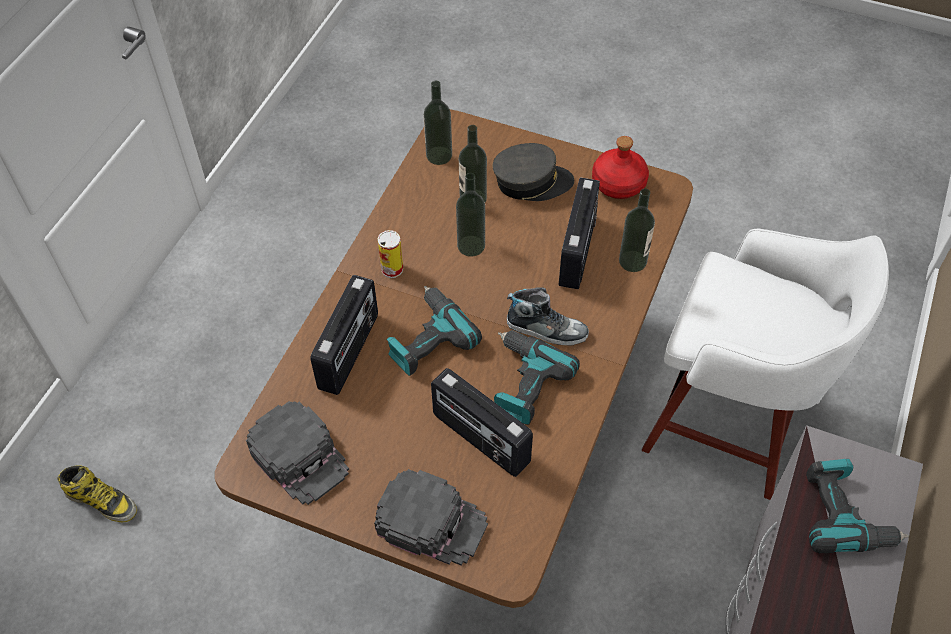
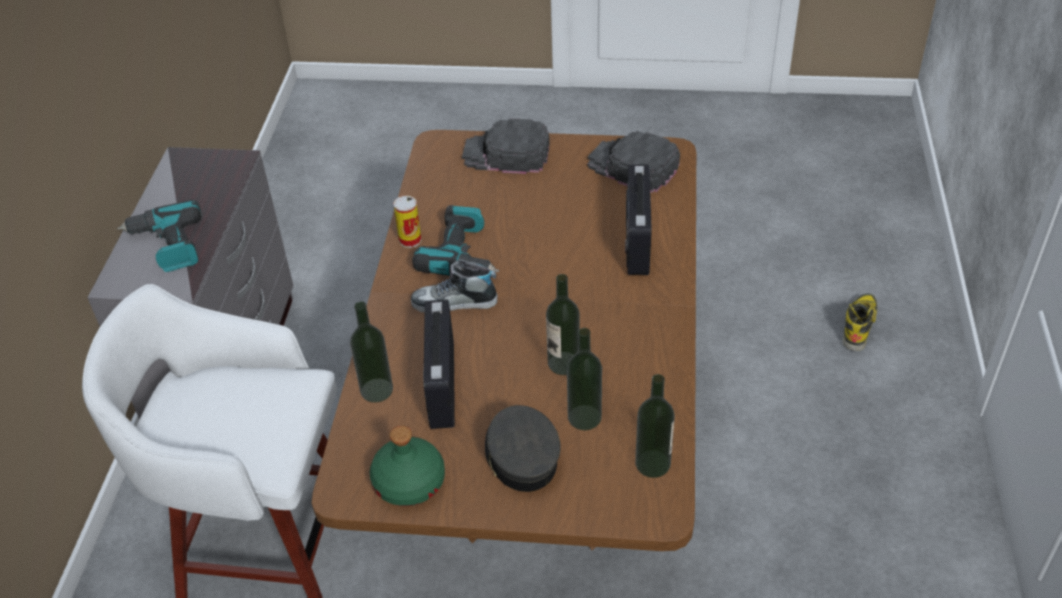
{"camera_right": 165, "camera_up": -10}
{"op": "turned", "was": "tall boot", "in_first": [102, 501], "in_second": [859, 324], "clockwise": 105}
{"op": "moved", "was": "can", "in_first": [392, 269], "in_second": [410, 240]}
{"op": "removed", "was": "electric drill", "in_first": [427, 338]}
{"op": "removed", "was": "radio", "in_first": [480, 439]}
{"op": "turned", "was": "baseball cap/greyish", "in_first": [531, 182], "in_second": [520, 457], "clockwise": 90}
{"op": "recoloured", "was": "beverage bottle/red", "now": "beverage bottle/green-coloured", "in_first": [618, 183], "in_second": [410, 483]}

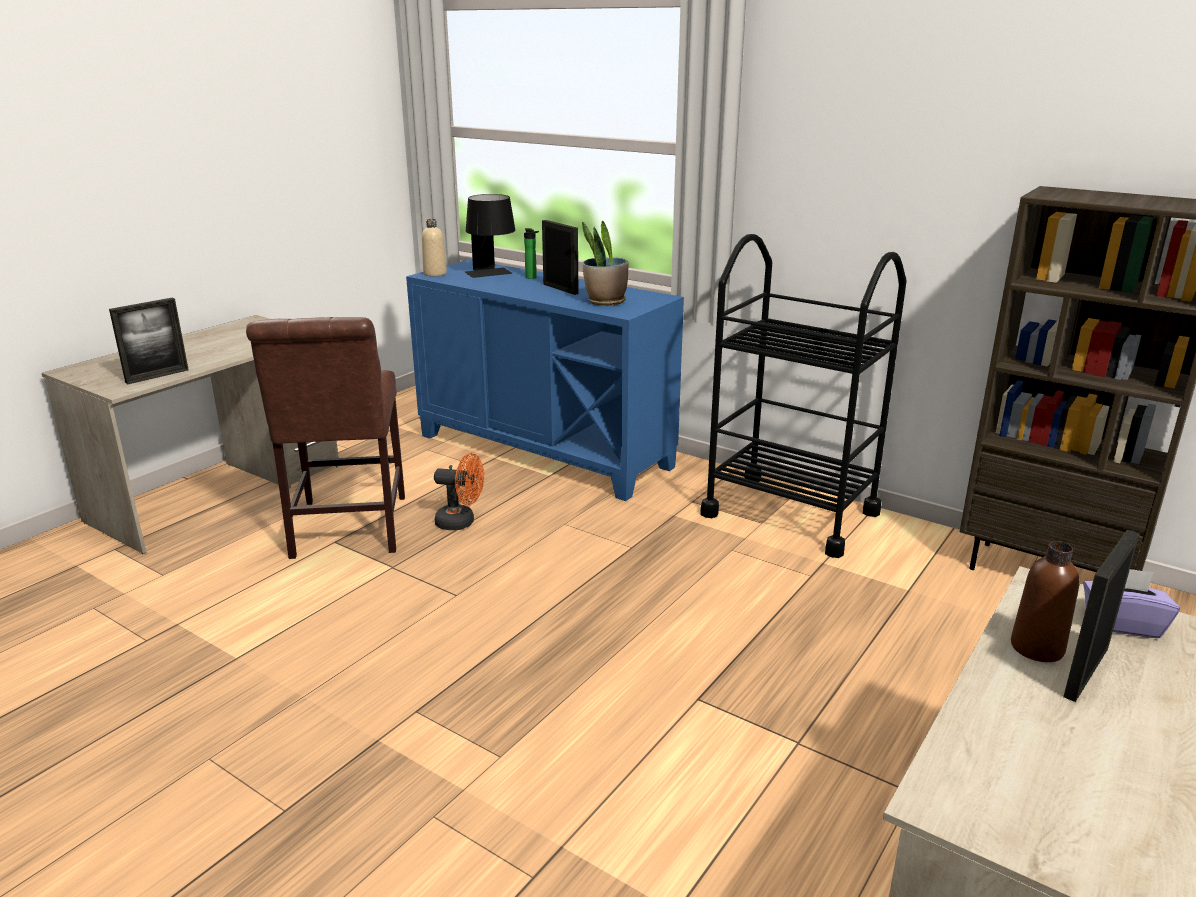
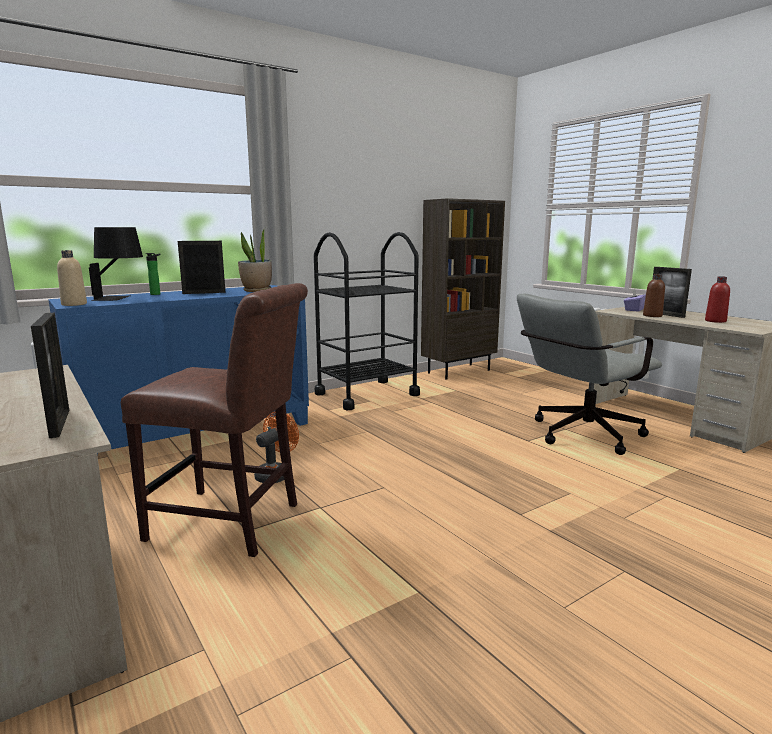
{"camera_right": -70, "camera_up": -10}
{"op": "added", "now": "computer chair/greyish", "in_second": [579, 435]}
{"op": "added", "now": "beverage bottle/red", "in_second": [715, 321]}

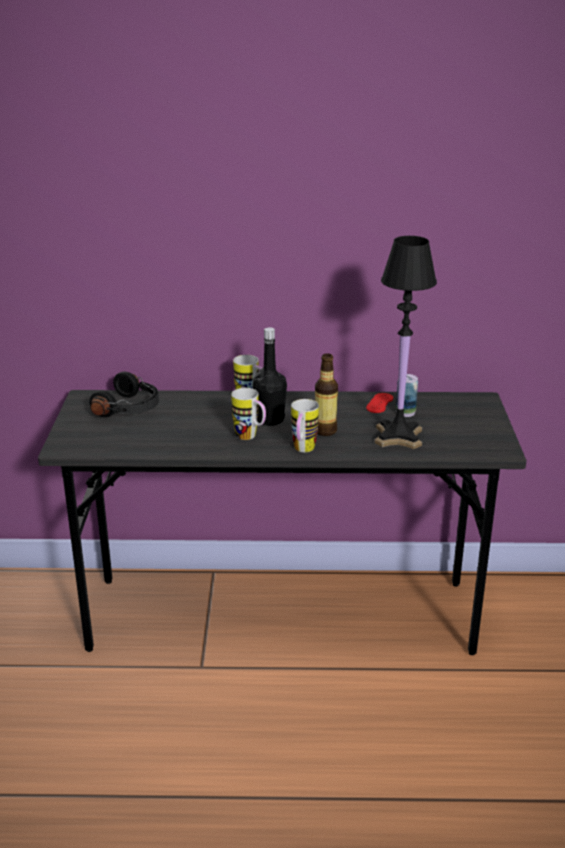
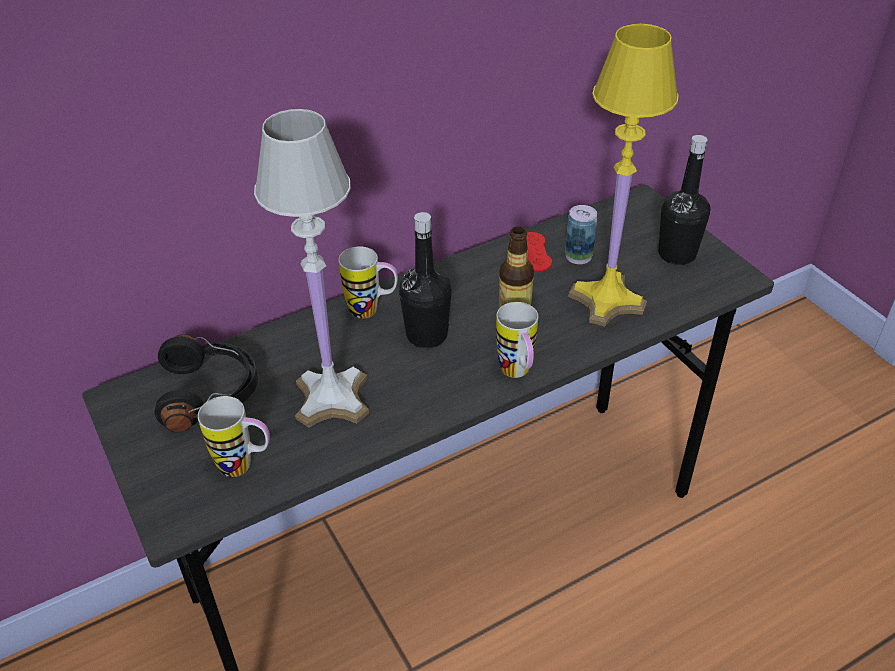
{"camera_right": -30, "camera_up": 15}
{"op": "moved", "was": "mug", "in_first": [250, 437], "in_second": [245, 466]}
{"op": "recoloured", "was": "tabletop lamp/blackish", "now": "tabletop lamp/yellow-coloured", "in_first": [399, 436], "in_second": [608, 300]}
{"op": "added", "now": "tabletop lamp/white", "in_second": [332, 397]}
{"op": "added", "now": "beverage bottle/blackish", "in_second": [677, 254]}

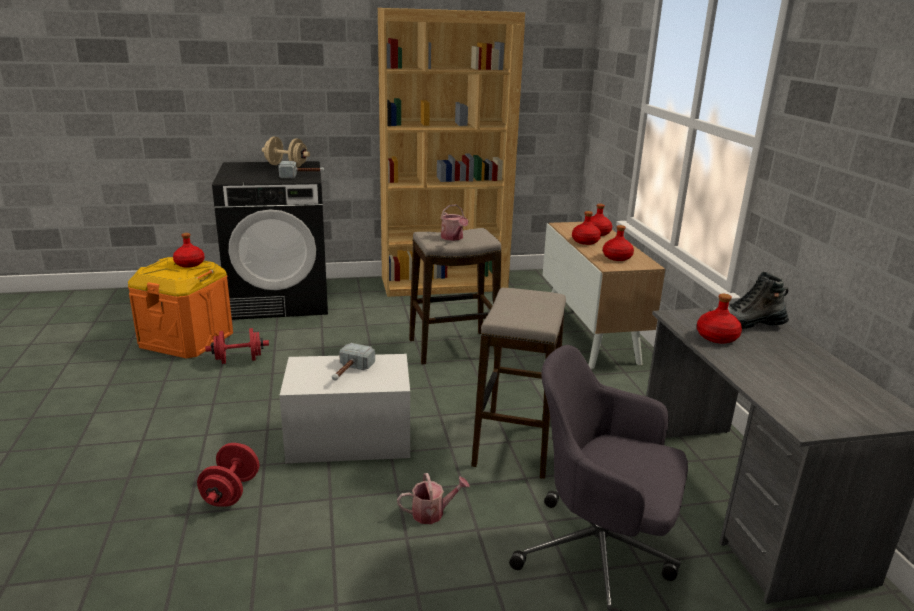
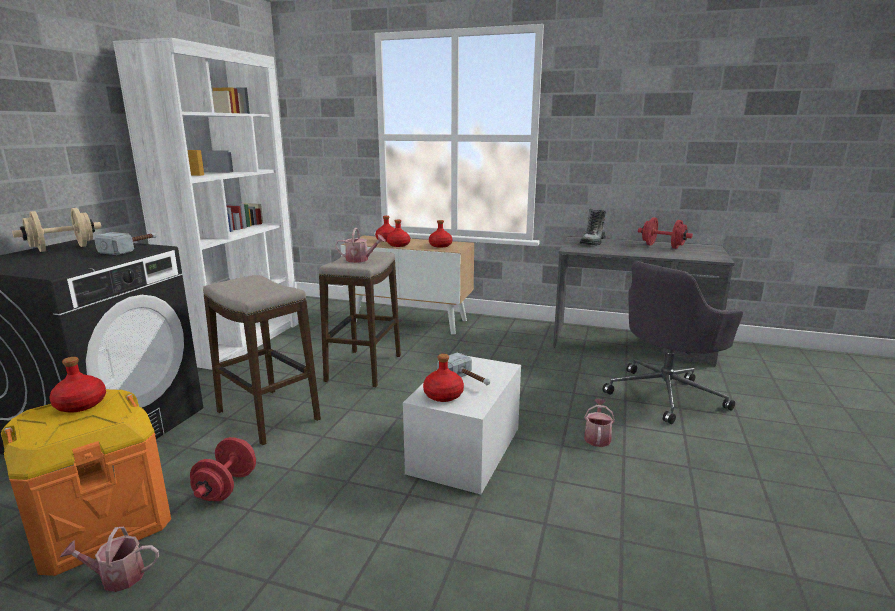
{"camera_right": -60, "camera_up": -5}
{"op": "moved", "was": "hand weight/red", "in_first": [231, 492], "in_second": [662, 246]}
{"op": "recoloured", "was": "bookcase/brown-coloured", "now": "bookcase/white", "in_first": [444, 284], "in_second": [240, 341]}
{"op": "moved", "was": "stool", "in_first": [516, 443], "in_second": [268, 416]}
{"op": "moved", "was": "beverage bottle/red", "in_first": [717, 337], "in_second": [443, 395]}
{"op": "added", "now": "watering can", "in_second": [117, 577]}

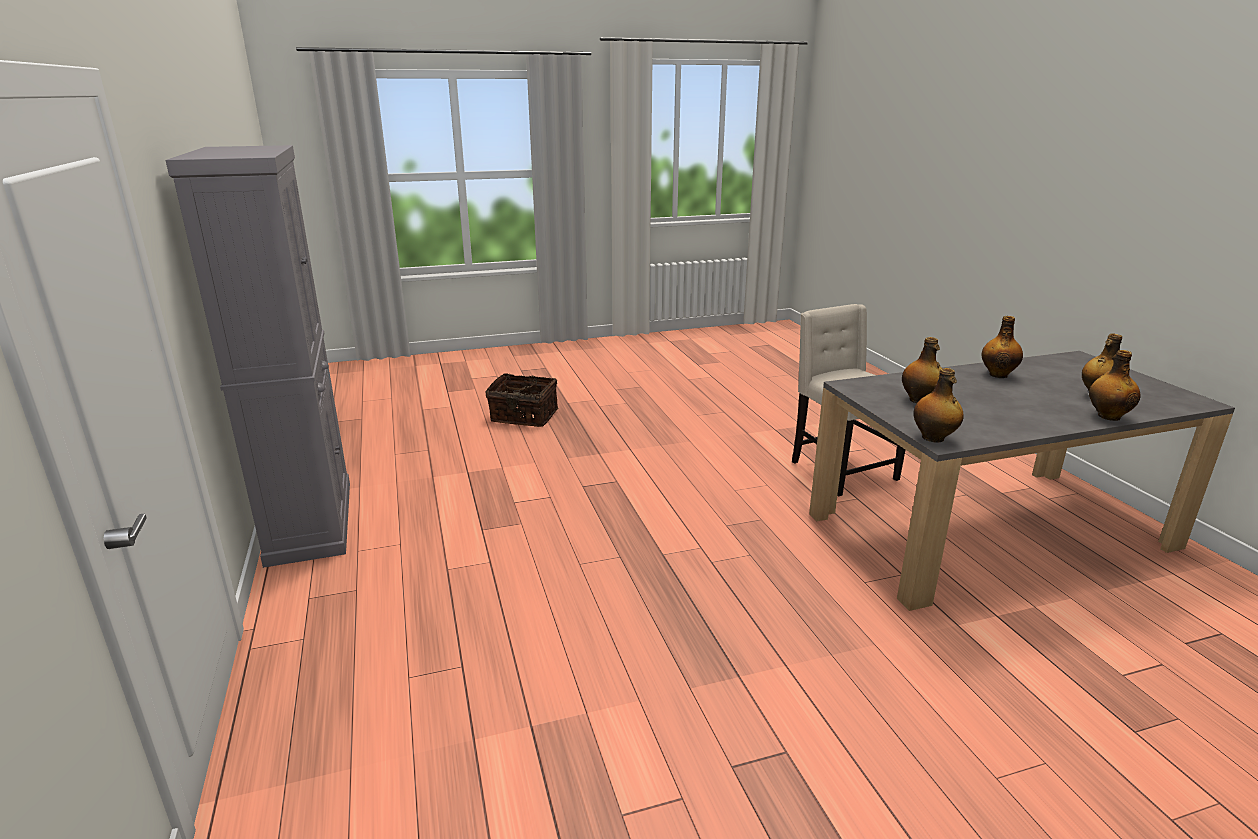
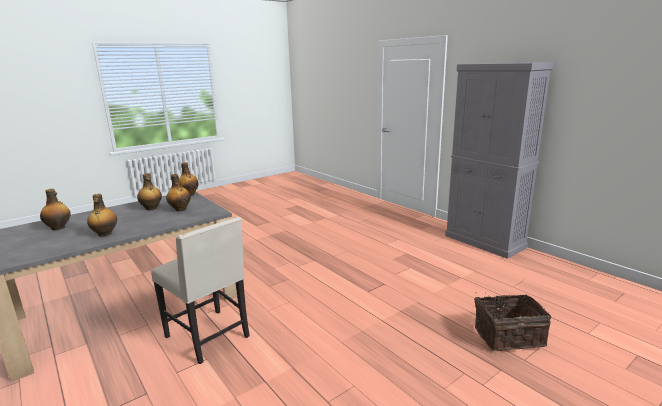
{"camera_right": 160, "camera_up": -5}
{"op": "moved", "was": "beverage bottle", "in_first": [1108, 416], "in_second": [151, 208]}

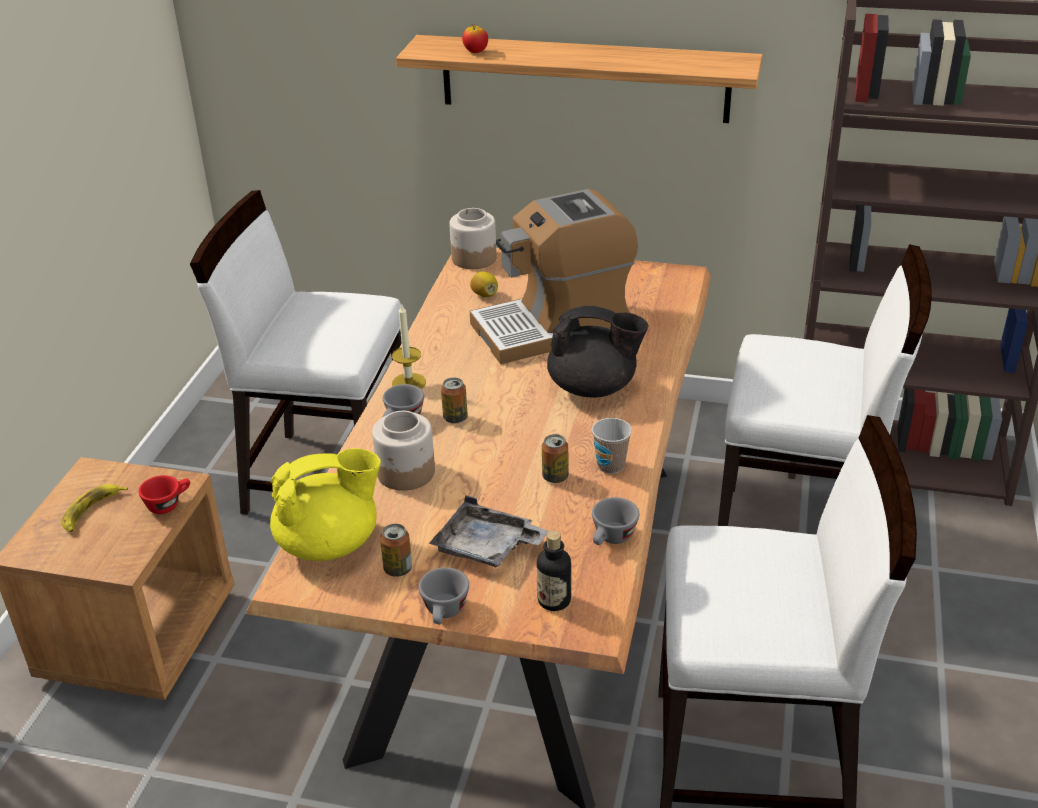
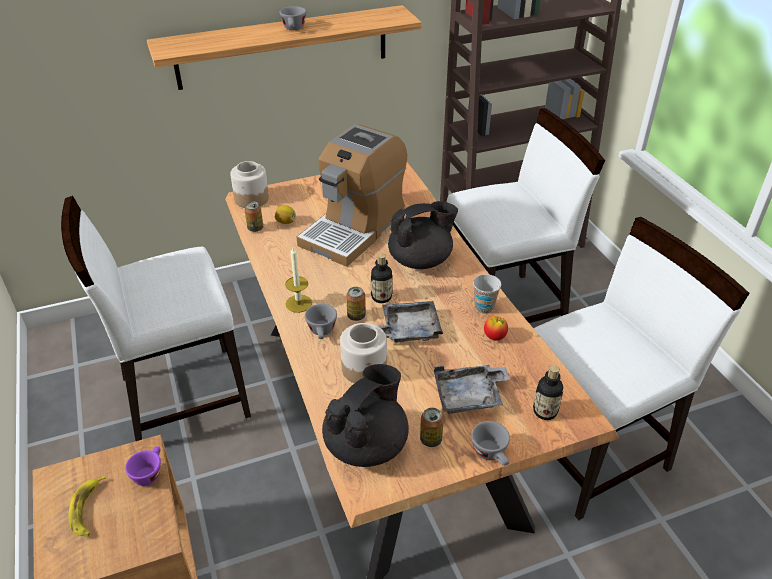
{"camera_right": -35, "camera_up": 5}
{"op": "recoloured", "was": "cup/red", "now": "cup/purple-coloured", "in_first": [168, 504], "in_second": [149, 472]}
{"op": "recoloured", "was": "pot for tea/yellow-coloured", "now": "pot for tea/blackish", "in_first": [330, 543], "in_second": [367, 444]}
{"op": "moved", "was": "apple fruit", "in_first": [475, 52], "in_second": [494, 337]}
{"op": "moved", "was": "can", "in_first": [555, 477], "in_second": [255, 228]}
{"op": "moved", "was": "cup/greyish", "in_first": [612, 539], "in_second": [294, 29]}
{"op": "added", "now": "beverage bottle", "in_second": [381, 297]}
{"op": "added", "now": "serving tray/greyish", "in_second": [408, 330]}

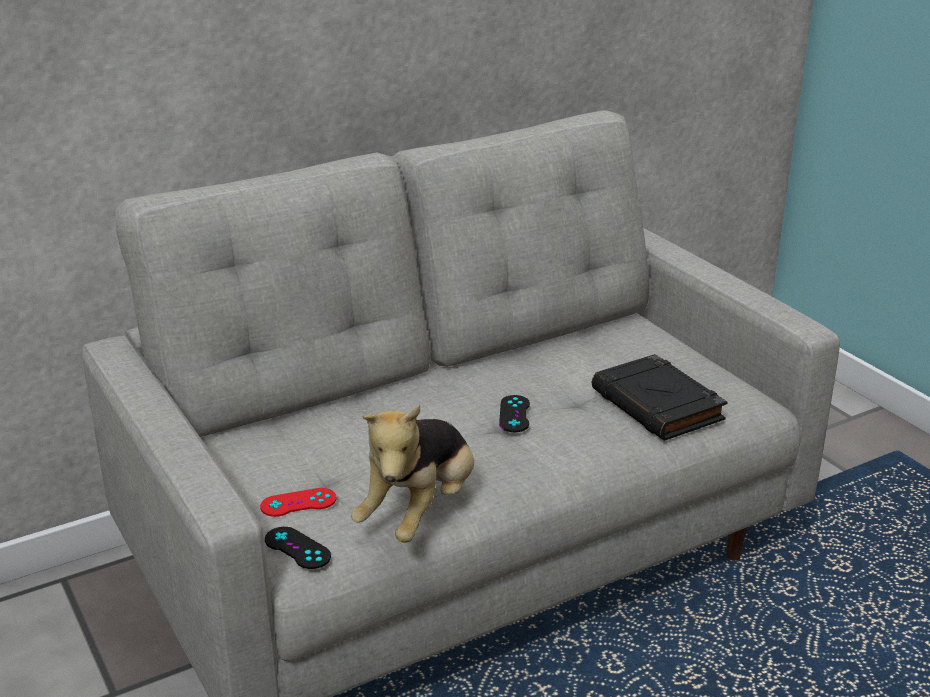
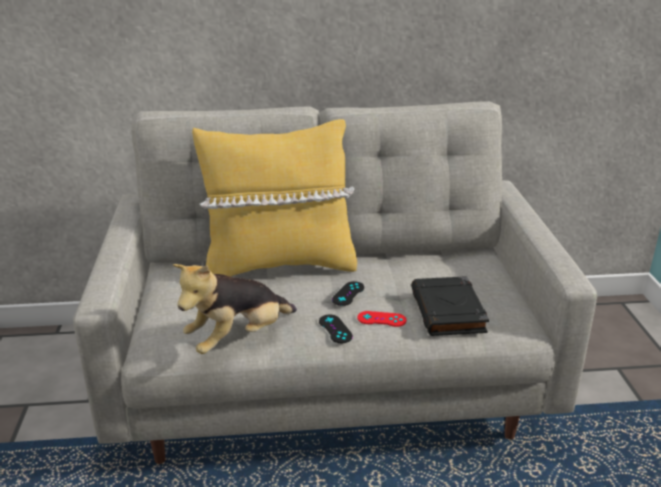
{"camera_right": 25, "camera_up": 0}
{"op": "moved", "was": "joypad/red", "in_first": [298, 503], "in_second": [381, 319]}
{"op": "moved", "was": "joypad/blackish", "in_first": [297, 548], "in_second": [335, 329]}
{"op": "added", "now": "throw pillow/yellow-coloured", "in_second": [279, 266]}

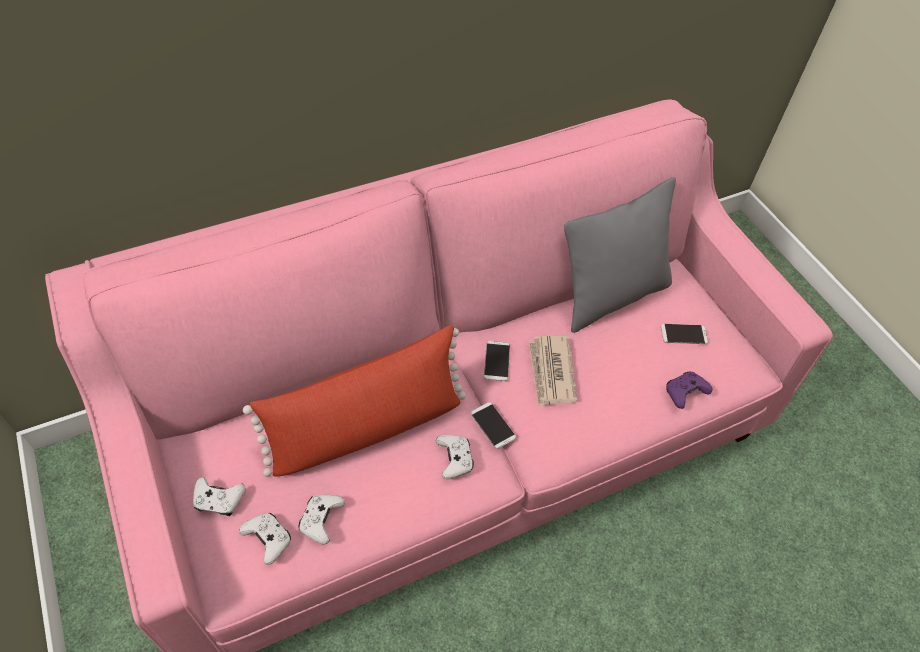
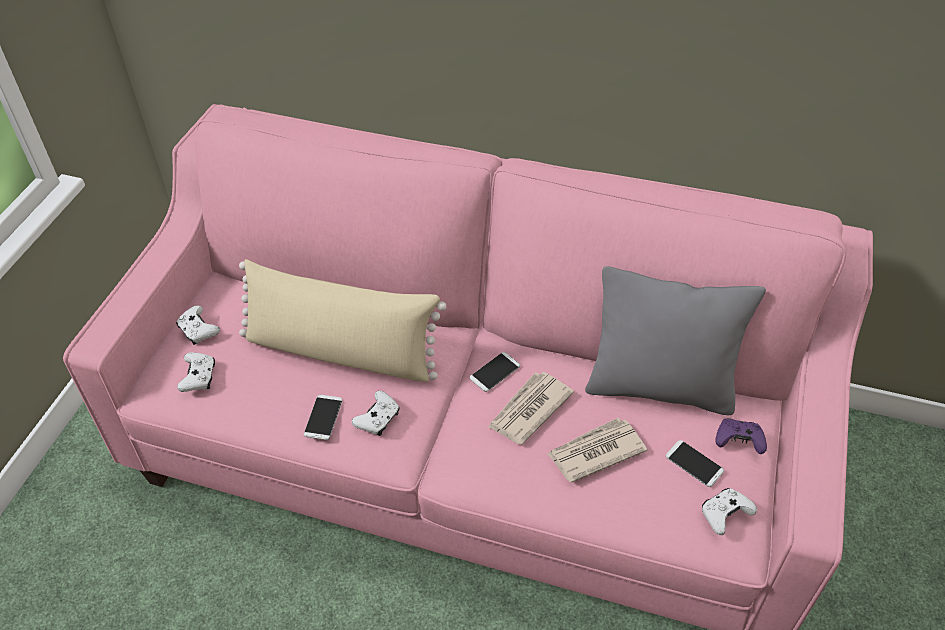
{"camera_right": 45, "camera_up": -5}
{"op": "recoloured", "was": "throw pillow/red", "now": "throw pillow/sand-coloured", "in_first": [366, 428], "in_second": [341, 351]}
{"op": "moved", "was": "joypad/white", "in_first": [321, 520], "in_second": [724, 514]}
{"op": "moved", "was": "handset", "in_first": [493, 425], "in_second": [323, 417]}
{"op": "moved", "was": "joypad/purple-coloured", "in_first": [684, 393], "in_second": [738, 440]}
{"op": "added", "now": "daily paper", "in_second": [595, 452]}

